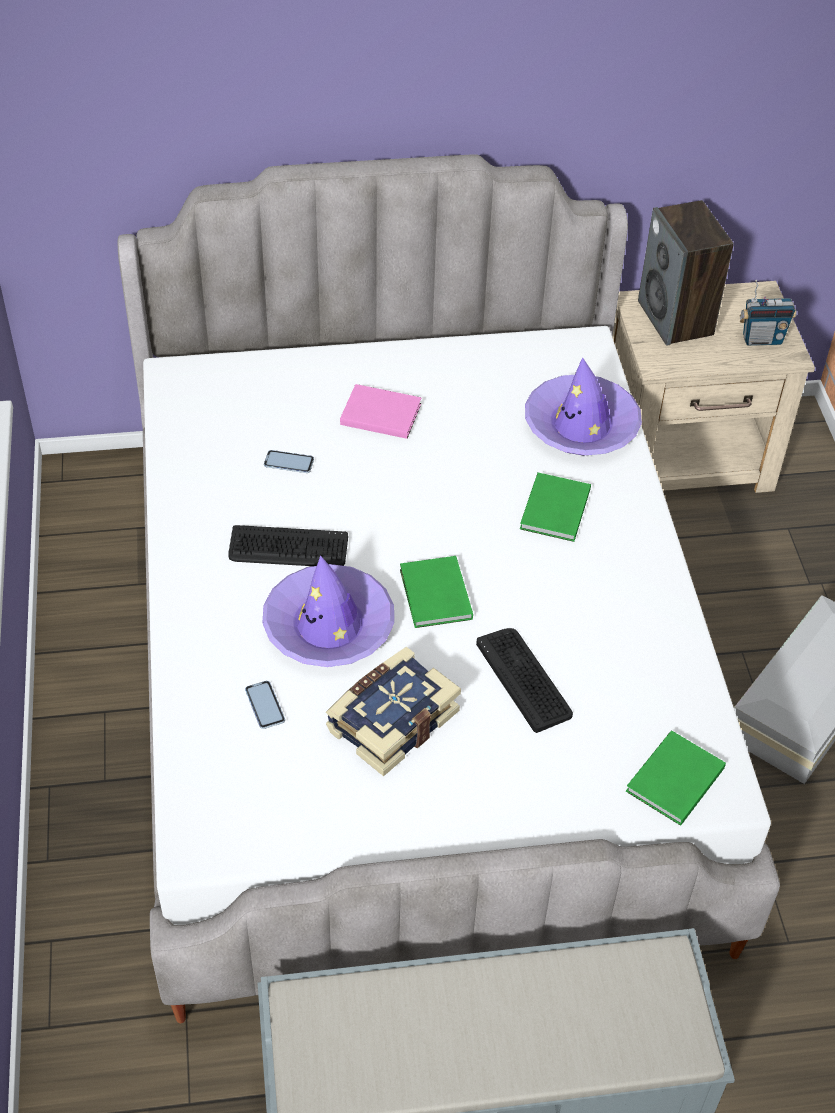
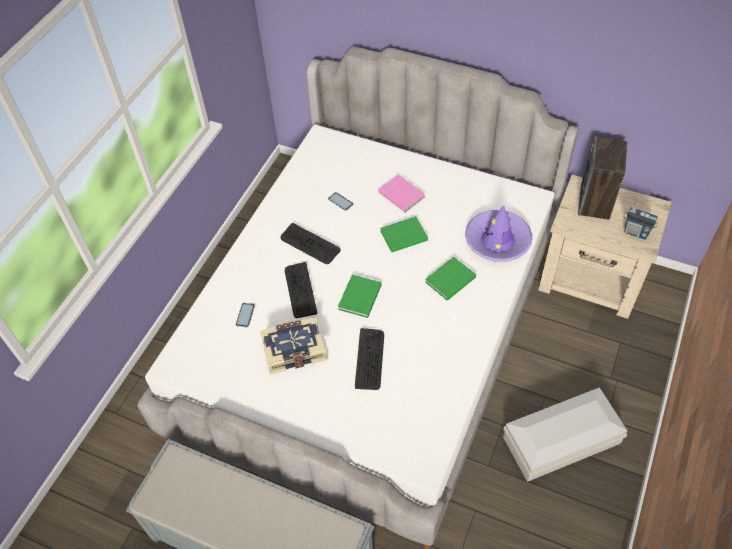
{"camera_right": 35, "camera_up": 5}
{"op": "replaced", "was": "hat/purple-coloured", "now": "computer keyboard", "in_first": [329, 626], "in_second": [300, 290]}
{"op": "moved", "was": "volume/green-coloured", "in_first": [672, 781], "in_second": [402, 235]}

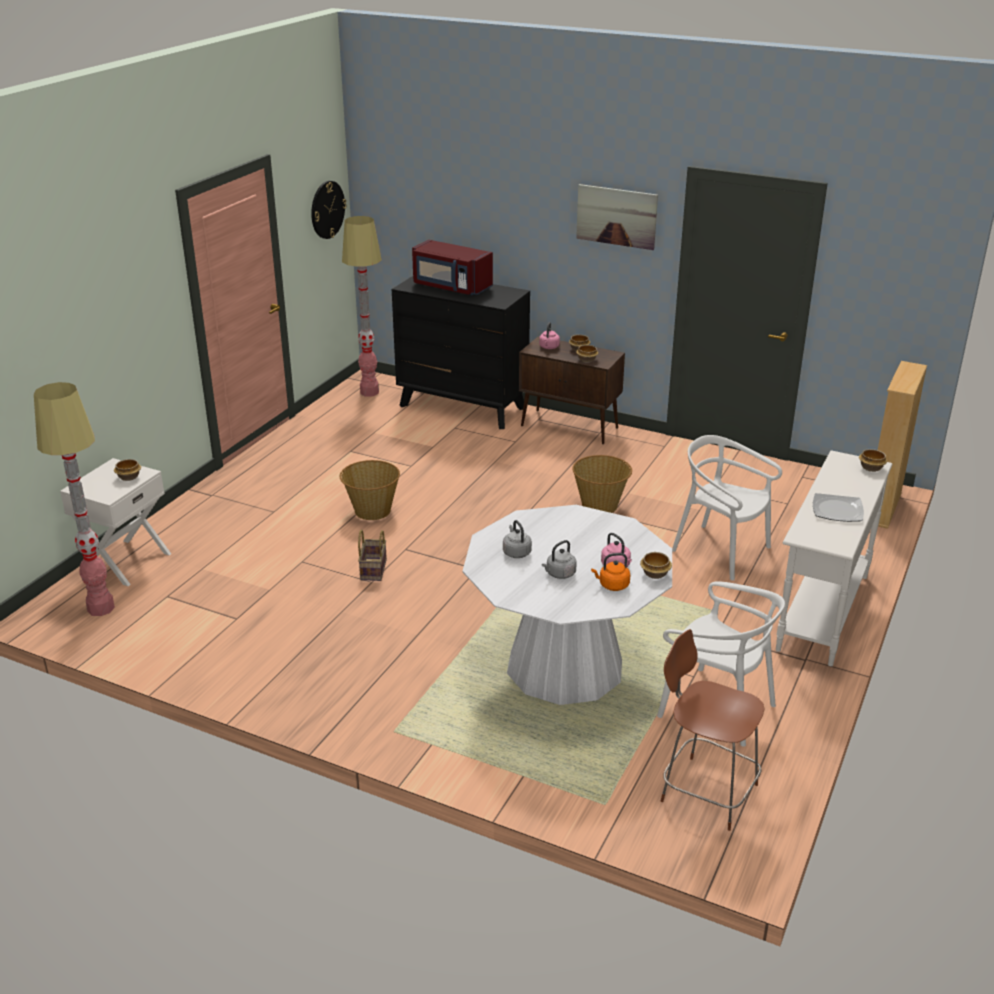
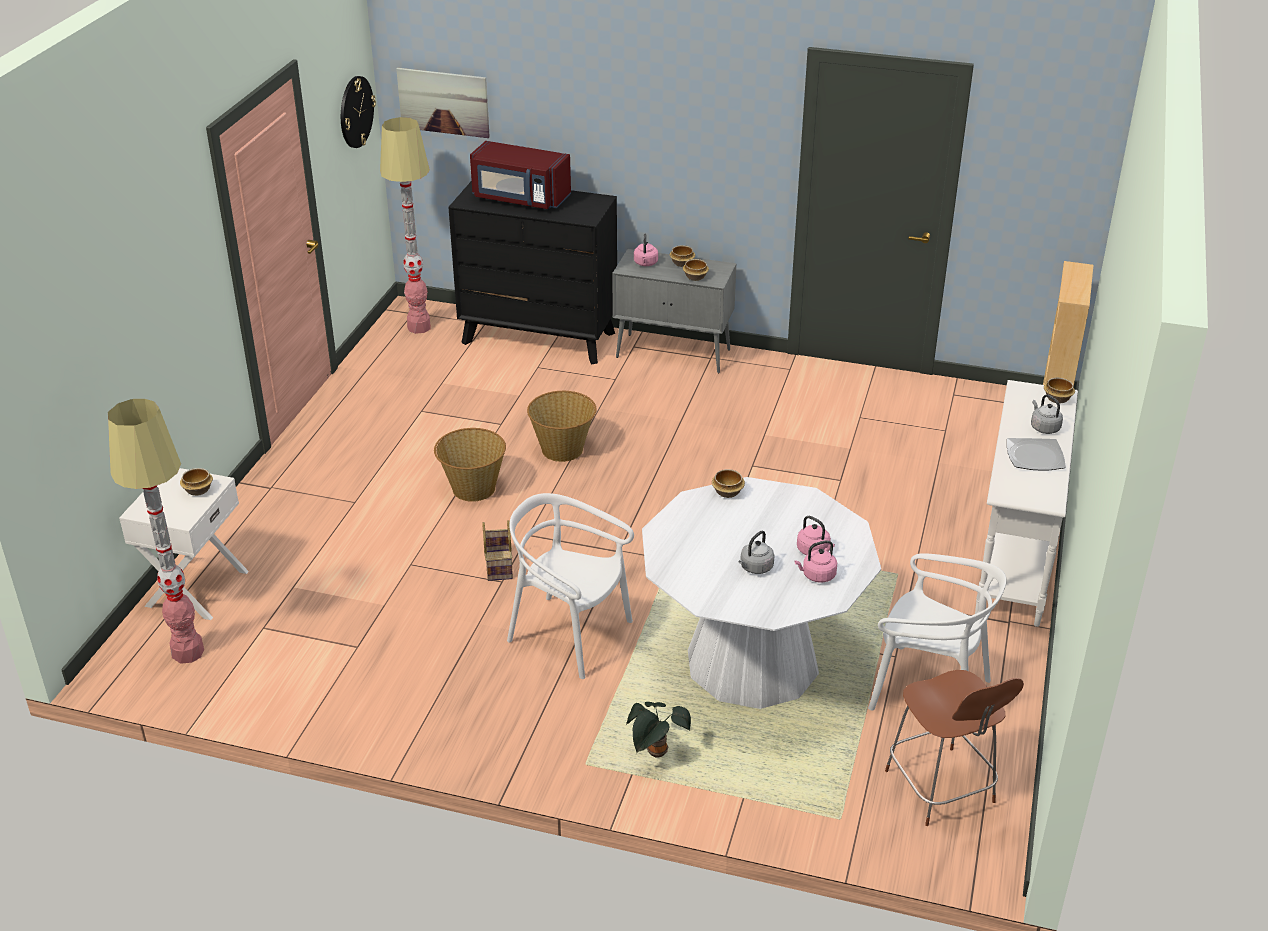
{"camera_right": -10, "camera_up": 5}
{"op": "moved", "was": "tea kettle/greyish", "in_first": [516, 552], "in_second": [1044, 427]}
{"op": "recoloured", "was": "cabinet/brown-coloured", "now": "cabinet/greyish", "in_first": [570, 427], "in_second": [674, 354]}
{"op": "moved", "was": "storage basket", "in_first": [600, 505], "in_second": [563, 449]}
{"op": "moved", "was": "picture", "in_first": [616, 216], "in_second": [443, 102]}
{"op": "recoloured", "was": "tea kettle/orange-coloured", "now": "tea kettle/pink", "in_first": [612, 585], "in_second": [817, 576]}
{"op": "moved", "was": "serving bowl", "in_first": [655, 573], "in_second": [728, 492]}
{"op": "turned", "was": "upright chair/brown-coloured", "in_first": [705, 791], "in_second": [941, 789], "clockwise": -135}
{"op": "moved", "was": "upright chair/white", "in_first": [720, 551], "in_second": [569, 635]}
{"op": "added", "now": "houseplant", "in_second": [656, 754]}

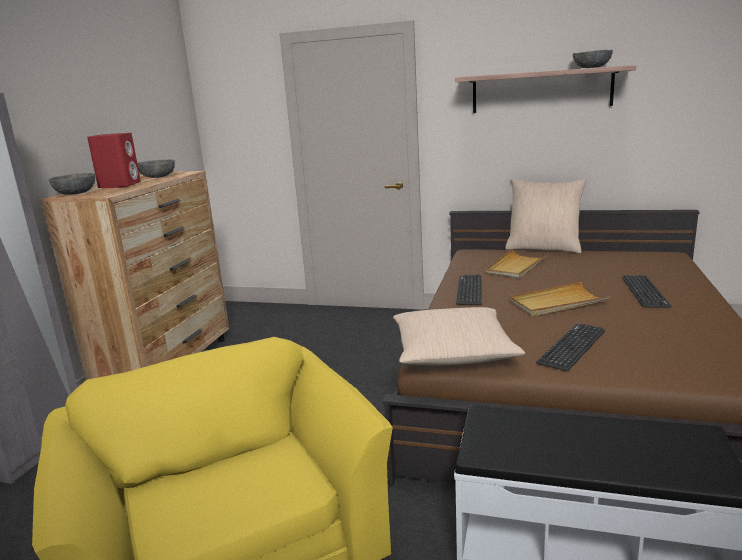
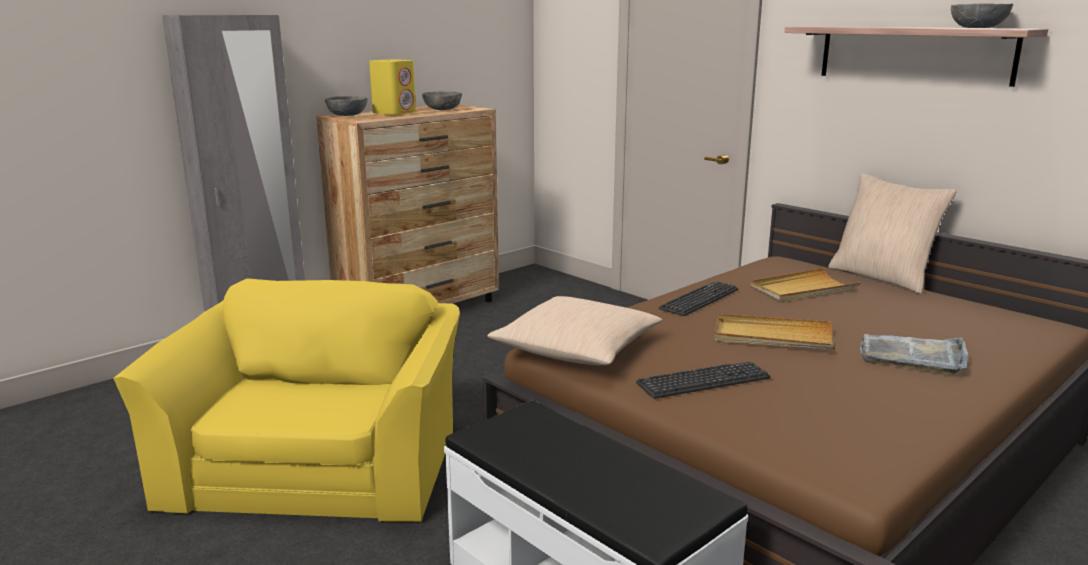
{"camera_right": 30, "camera_up": 0}
{"op": "recoloured", "was": "audio speaker/red", "now": "audio speaker/yellow-coloured", "in_first": [120, 185], "in_second": [394, 113]}
{"op": "replaced", "was": "computer keyboard", "now": "serving tray/greyish", "in_first": [644, 292], "in_second": [912, 356]}

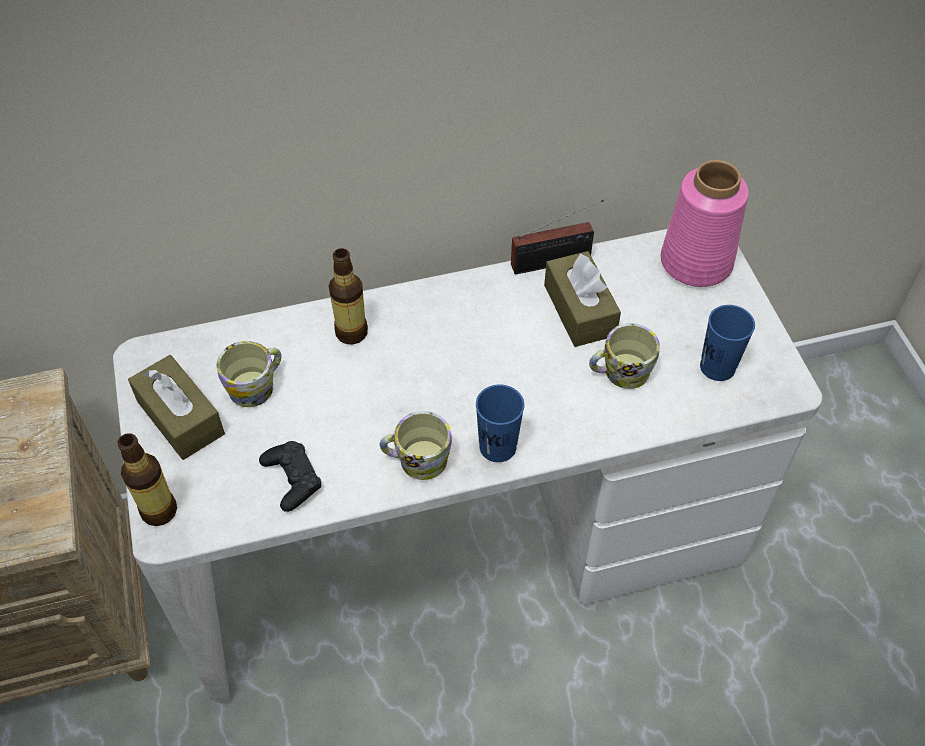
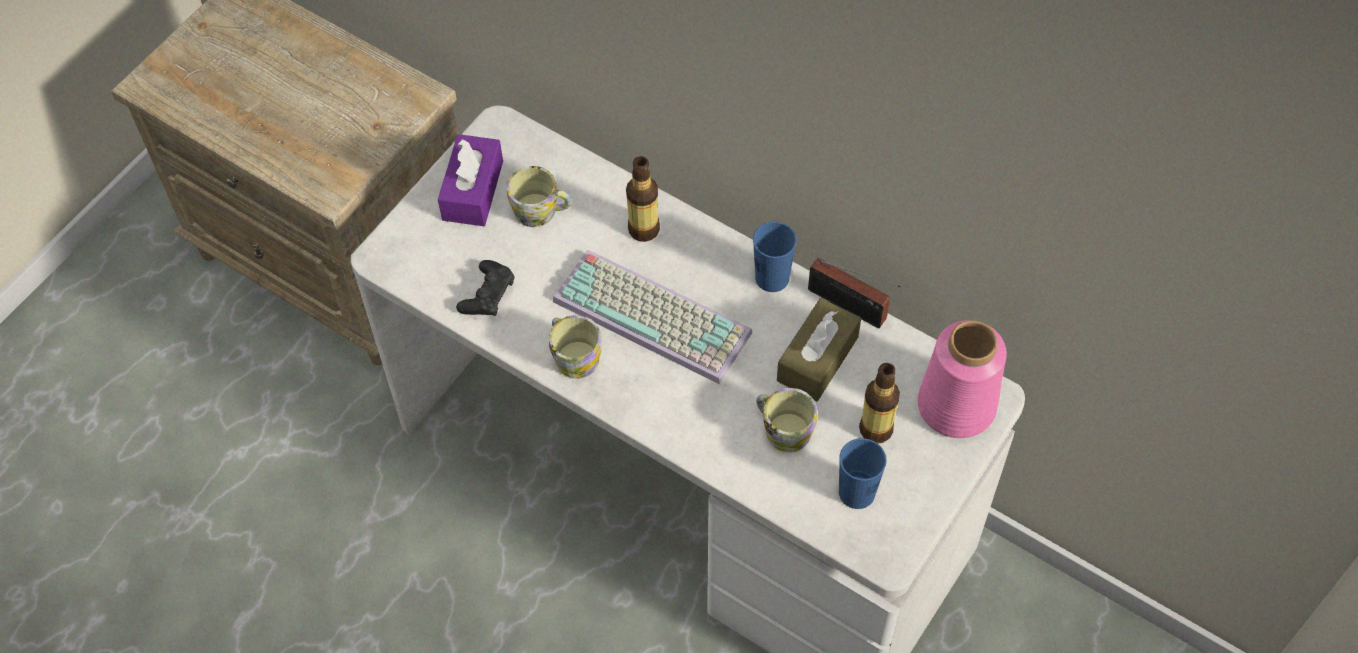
{"camera_right": 50, "camera_up": 5}
{"op": "moved", "was": "beverage bottle", "in_first": [159, 511], "in_second": [875, 429]}
{"op": "recoloured", "was": "tissue holder/brown-coloured", "now": "tissue holder/purple-coloured", "in_first": [180, 417], "in_second": [473, 190]}
{"op": "moved", "was": "cup/blue", "in_first": [497, 447], "in_second": [772, 278]}
{"op": "added", "now": "computer keyboard", "in_second": [656, 315]}

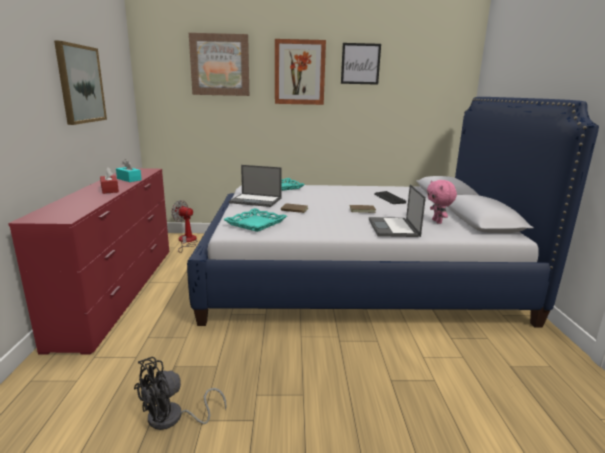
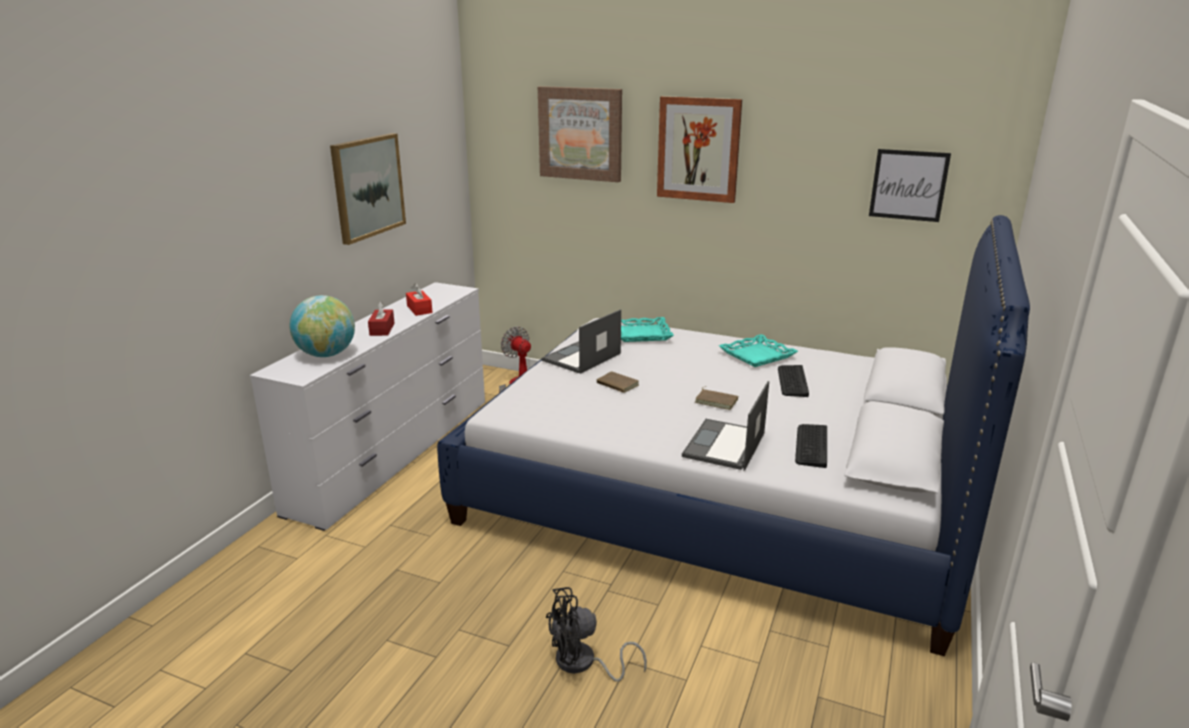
{"camera_right": 25, "camera_up": 5}
{"op": "recoloured", "was": "dresser/red", "now": "dresser/white", "in_first": [120, 291], "in_second": [395, 453]}
{"op": "recoloured", "was": "tissue holder/blue-green", "now": "tissue holder/red", "in_first": [129, 179], "in_second": [419, 309]}
{"op": "moved", "was": "fan/blackish", "in_first": [173, 418], "in_second": [583, 664]}
{"op": "moved", "was": "serving tray/blue-green", "in_first": [256, 223], "in_second": [757, 355]}
{"op": "turned", "was": "notebook computer", "in_first": [256, 200], "in_second": [581, 357], "clockwise": 90}
{"op": "moved", "was": "picture", "in_first": [360, 64], "in_second": [908, 185]}
{"op": "replaced", "was": "plush toy/pink", "now": "computer keyboard", "in_first": [437, 222], "in_second": [811, 446]}
{"op": "added", "now": "globe", "in_second": [326, 354]}

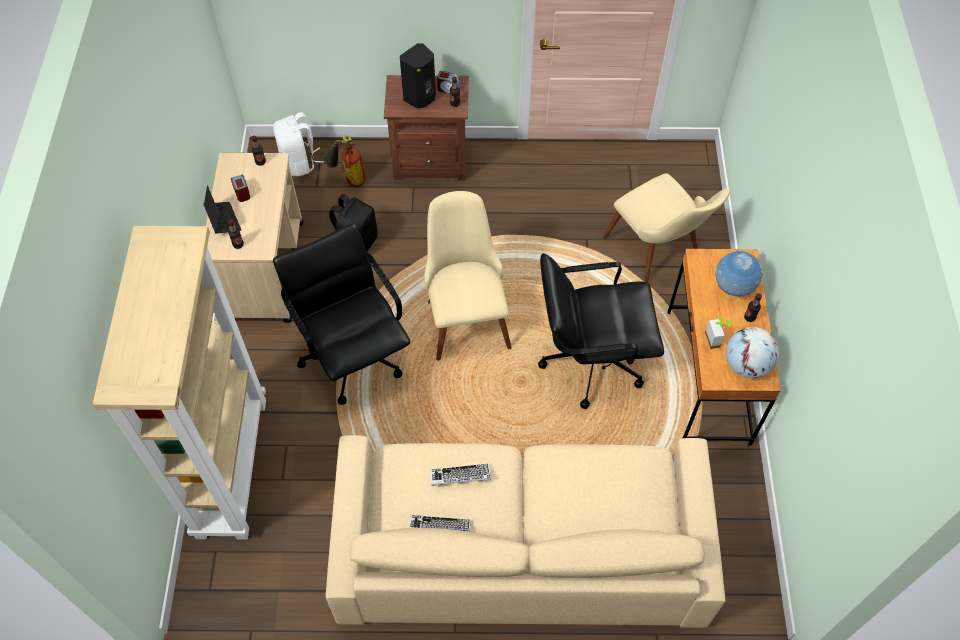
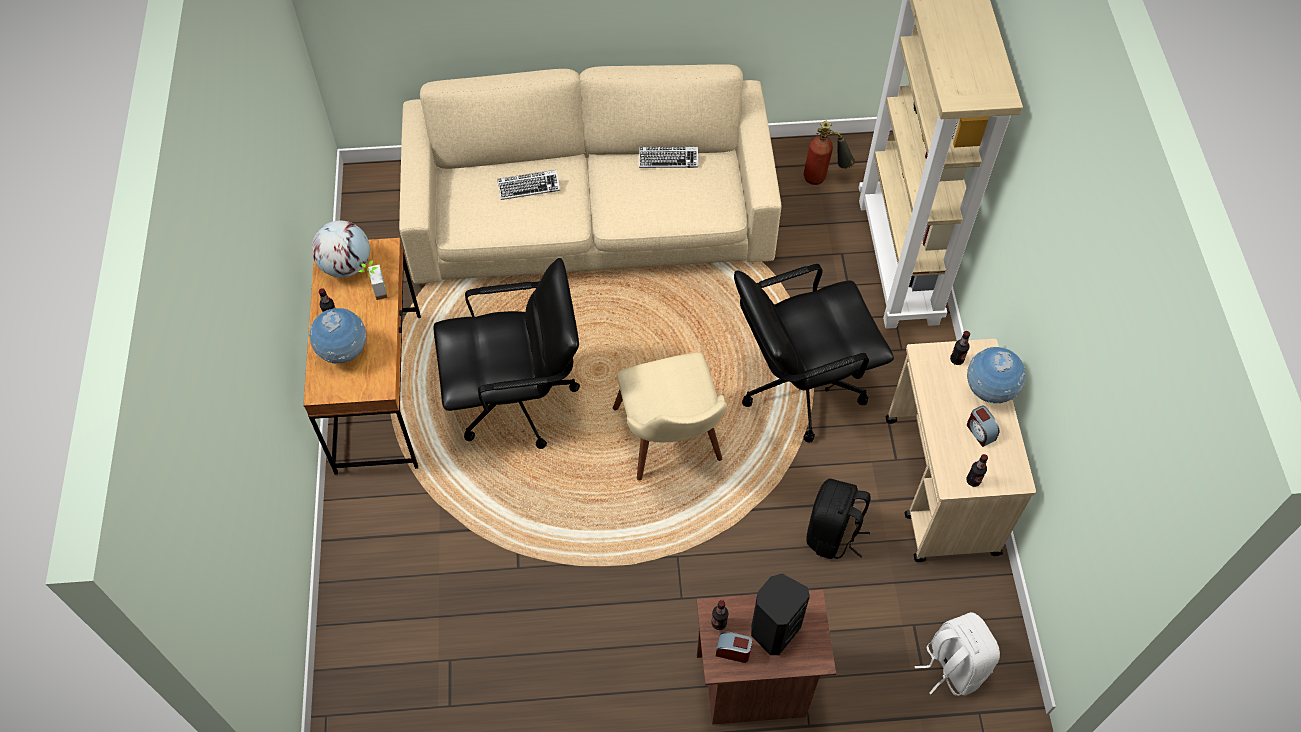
{"camera_right": 175, "camera_up": 0}
{"op": "replaced", "was": "notebook computer", "now": "globe", "in_first": [223, 220], "in_second": [989, 391]}
{"op": "turned", "was": "computer chair/blackish", "in_first": [353, 355], "in_second": [800, 385], "clockwise": 105}
{"op": "moved", "was": "fire-fighting cylinder", "in_first": [348, 179], "in_second": [824, 178]}
{"op": "moved", "was": "computer keyboard", "in_first": [460, 476], "in_second": [529, 187]}
{"op": "removed", "was": "upright chair/sand-coloured", "in_first": [659, 251]}

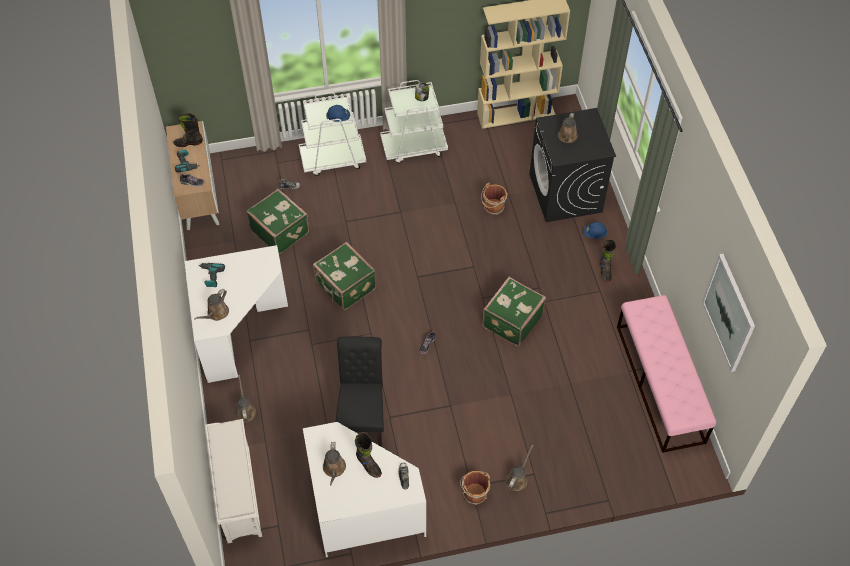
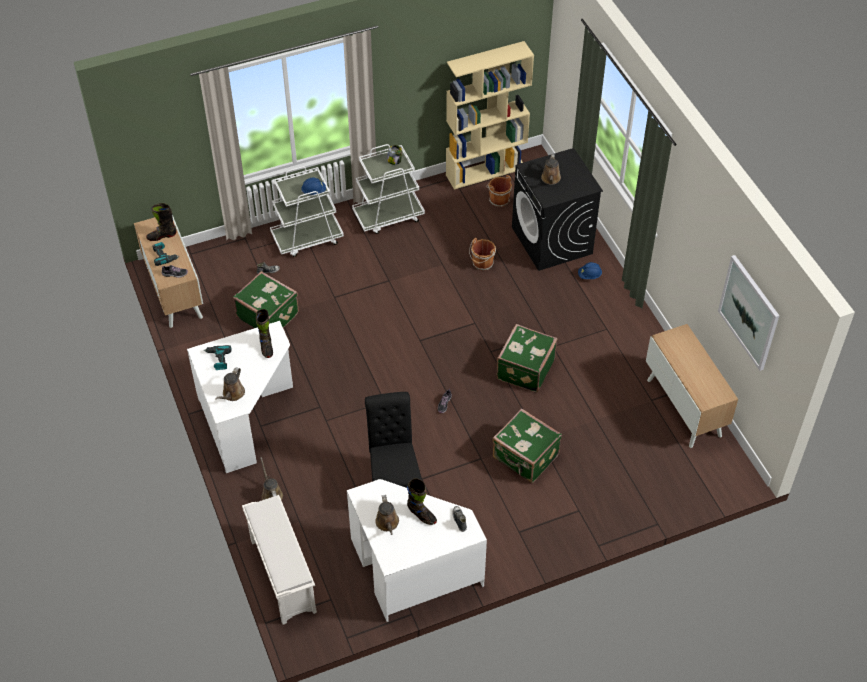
{"camera_right": -10, "camera_up": -5}
{"op": "moved", "was": "piece of luggage/green-coloured", "in_first": [345, 286], "in_second": [525, 457]}
{"op": "moved", "was": "bucket/brown-coloured", "in_first": [474, 493], "in_second": [498, 199]}
{"op": "removed", "was": "watering can/brown-coloured", "in_first": [517, 479]}
{"op": "moved", "was": "tall boot/blackish", "in_first": [605, 271], "in_second": [266, 347]}
{"op": "replaced", "was": "indoor bench/pink", "now": "cabinet", "in_first": [660, 384], "in_second": [684, 407]}

